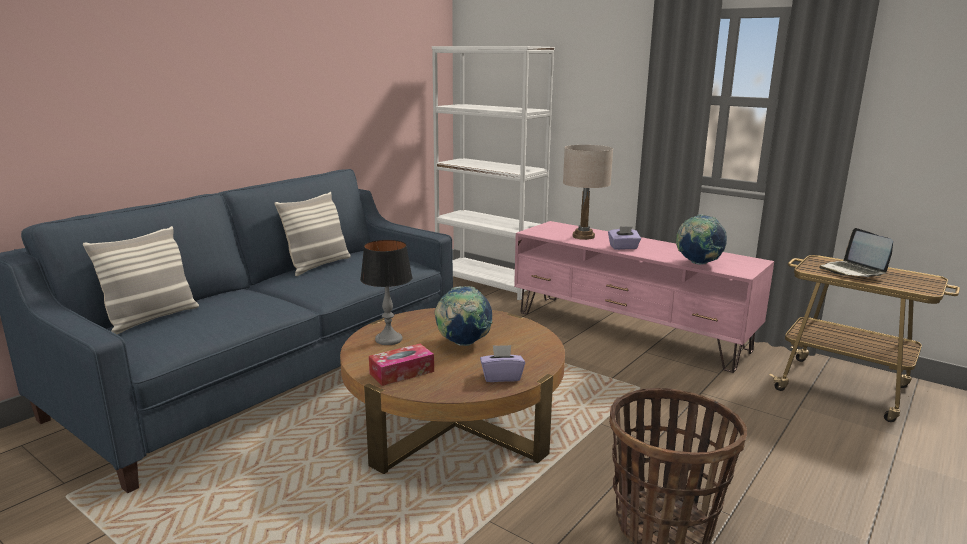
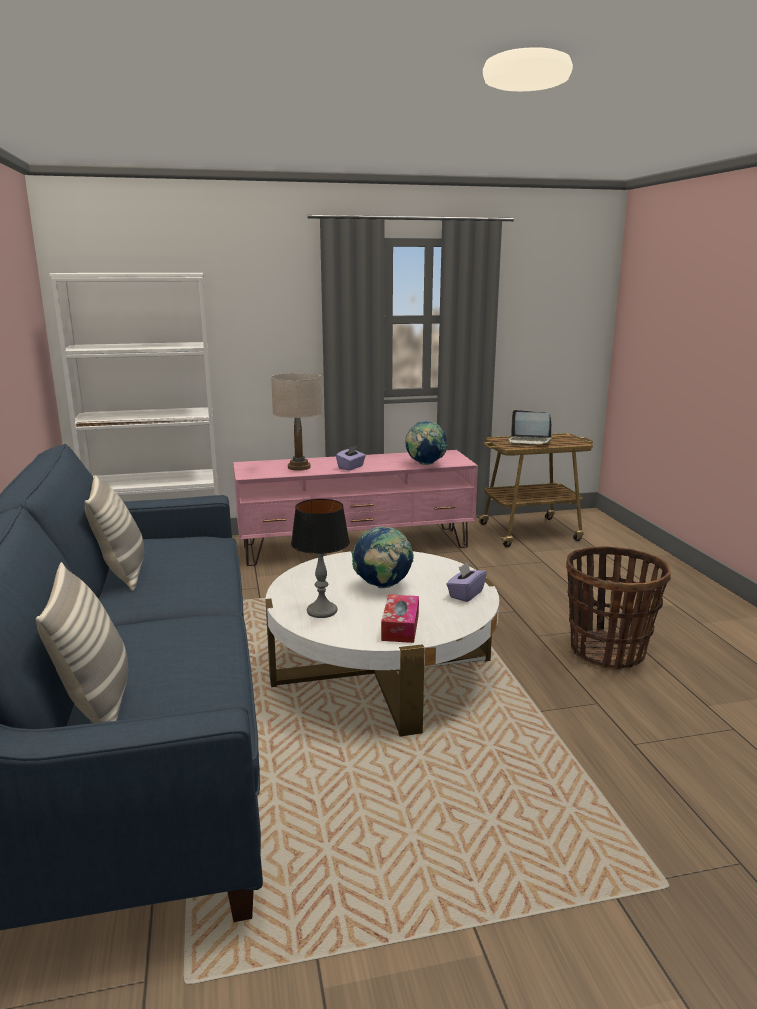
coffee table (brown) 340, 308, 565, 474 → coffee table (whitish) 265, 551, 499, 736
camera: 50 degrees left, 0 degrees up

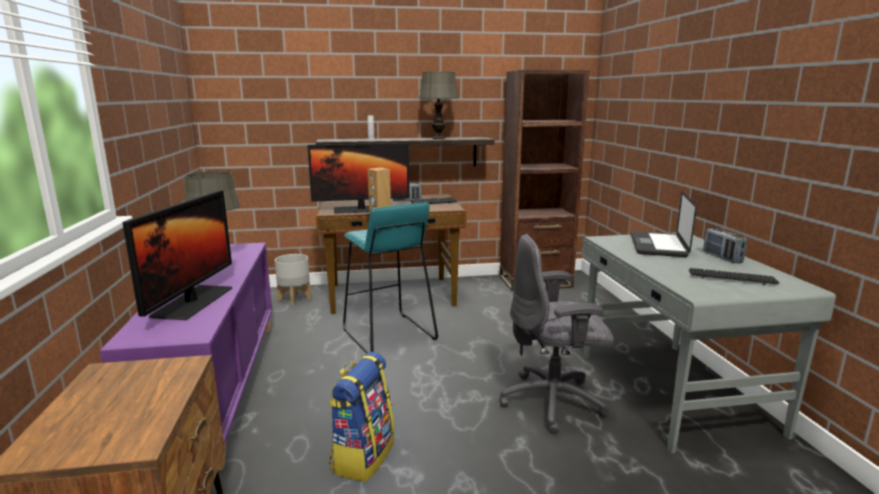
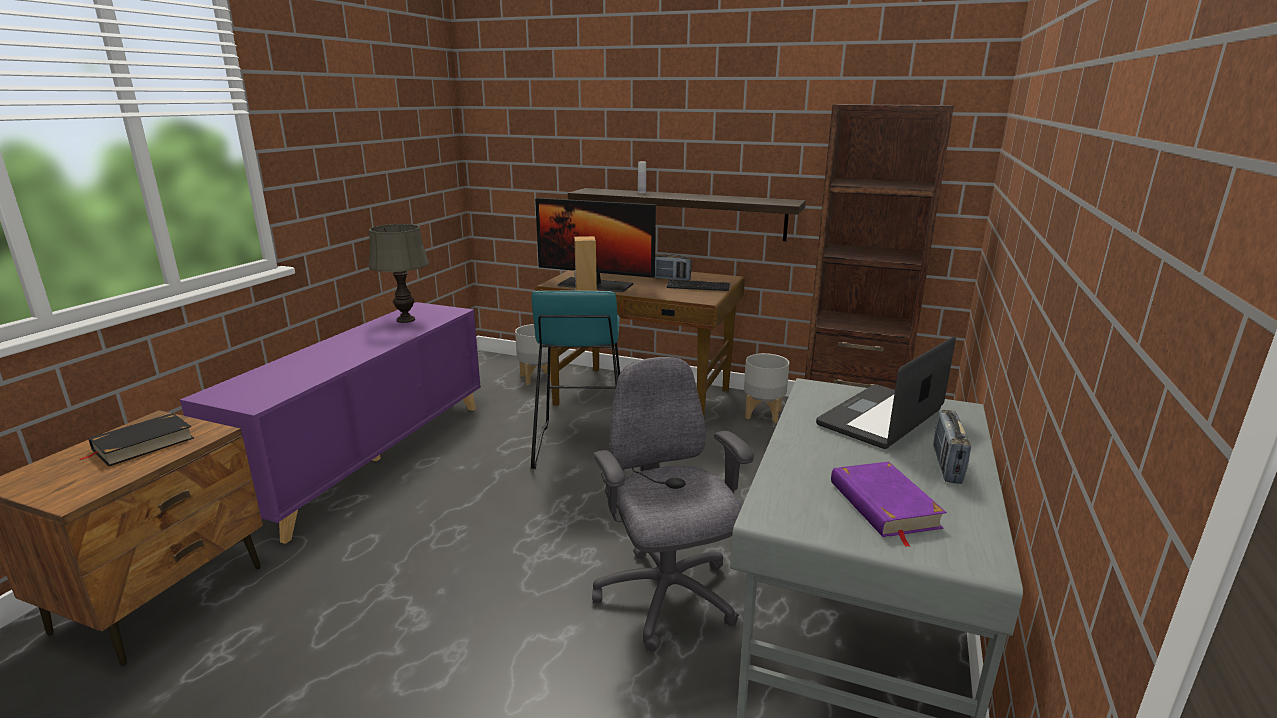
- → book (black) 80, 413, 194, 466
office chair (gray) 500, 234, 614, 434 → office chair (gray) 592, 357, 754, 651, 45 degrees clockwise
- → plant pot (gray) 744, 353, 789, 423
PC keyboard 689, 268, 779, 285 → book (purple-coloured) 831, 462, 947, 547
monitor 123, 190, 232, 320 → -
knapsack 329, 352, 394, 482 → -
lamp for a table (gray) 419, 72, 458, 139 → -
camera: 30 degrees right, 5 degrees up

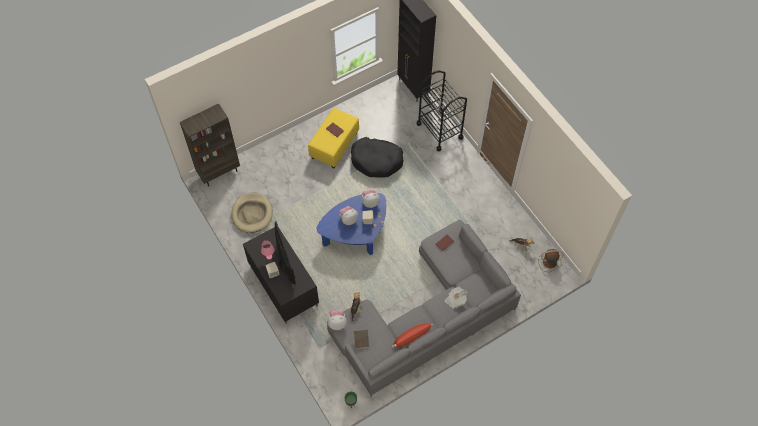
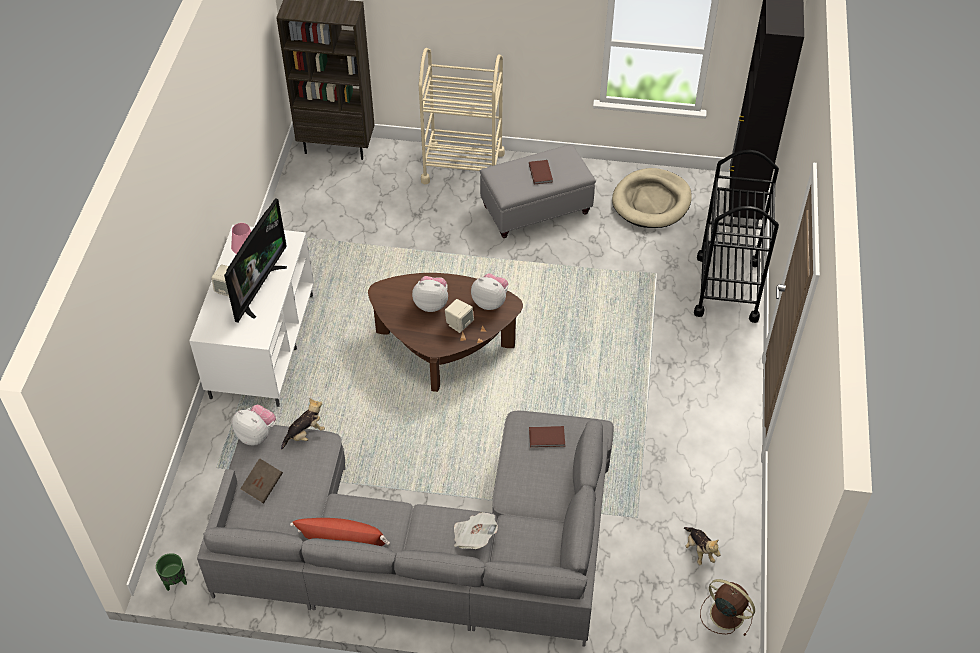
tv unit (black) 243, 227, 319, 324 → tv unit (whitish) 189, 225, 314, 407
coffee table (blue) 316, 193, 386, 255 → coffee table (brown) 368, 273, 523, 392
- → wheeled cart (sand-coloured) 419, 48, 505, 184
pouffe (yellow) 308, 108, 359, 169 → pouffe (gray) 480, 144, 596, 238
pet bed (sand-coloured) 231, 193, 273, 233 → pet bed (sand-coloured) 612, 168, 692, 228, move
pet bed (black) 351, 137, 404, 177 → -
camera: 40 degrees right, 10 degrees down

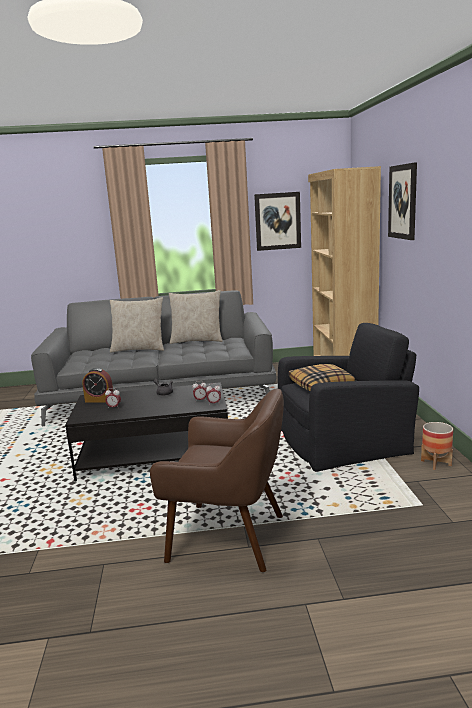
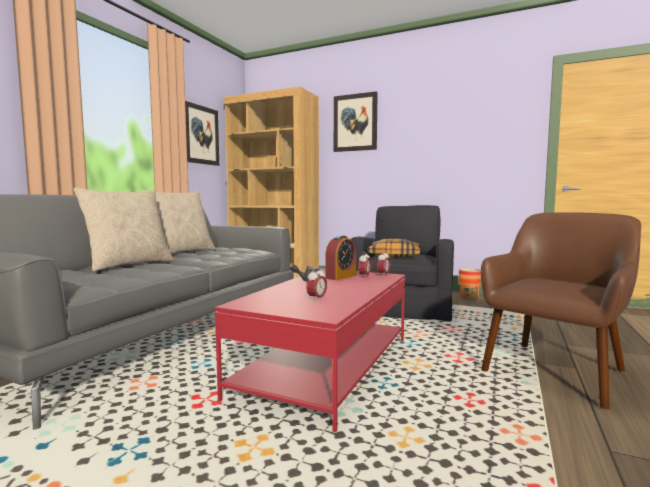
coffee table (black) 65, 382, 228, 481 → coffee table (reddish) 215, 268, 405, 432
bedside clock 82, 368, 113, 403 → bedside clock 325, 235, 356, 280, move
camera: 60 degrees left, 10 degrees down

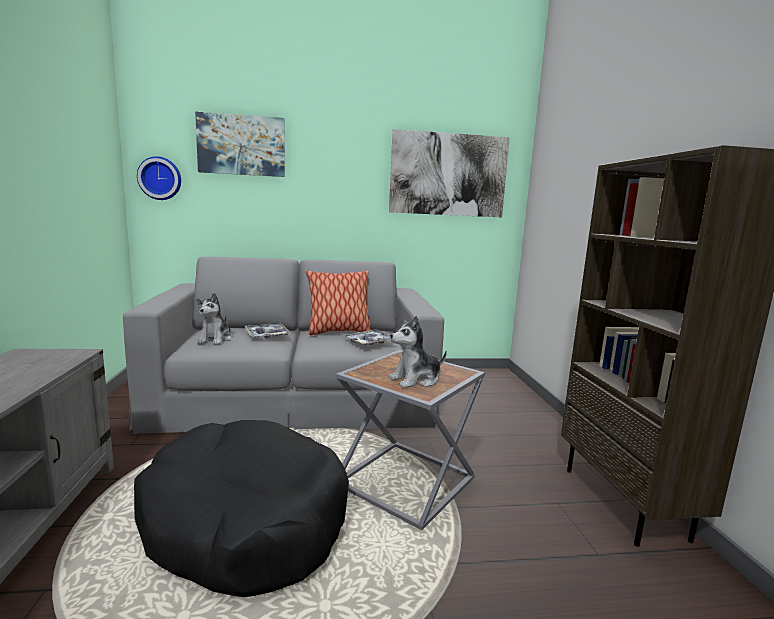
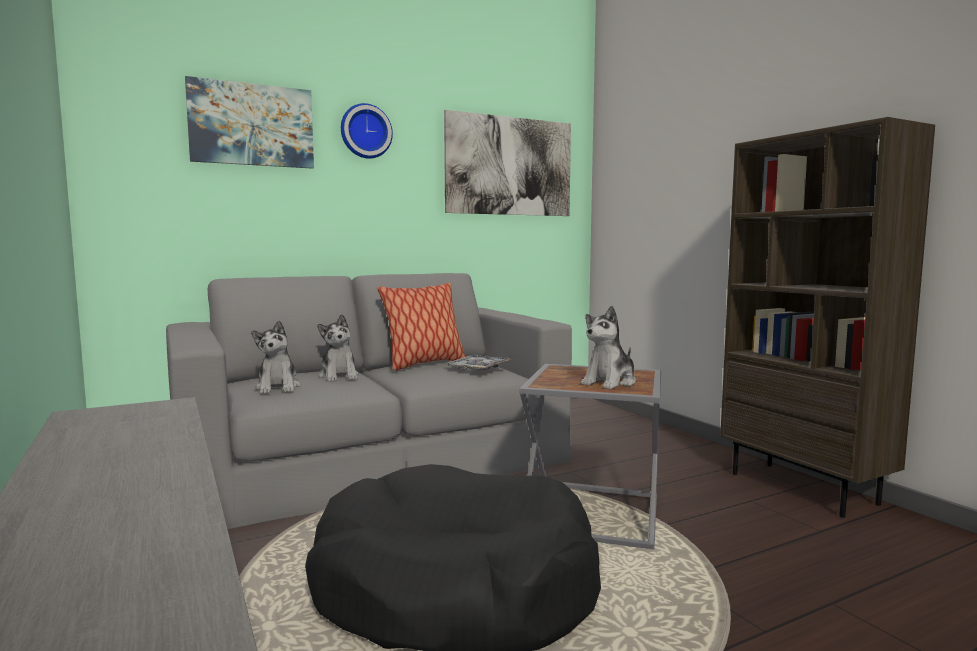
carrying tray 244, 323, 290, 339 → plush toy 317, 314, 359, 382
wall clock 137, 156, 181, 200 → wall clock 341, 103, 393, 159, move
camera: 20 degrees left, 5 degrees down

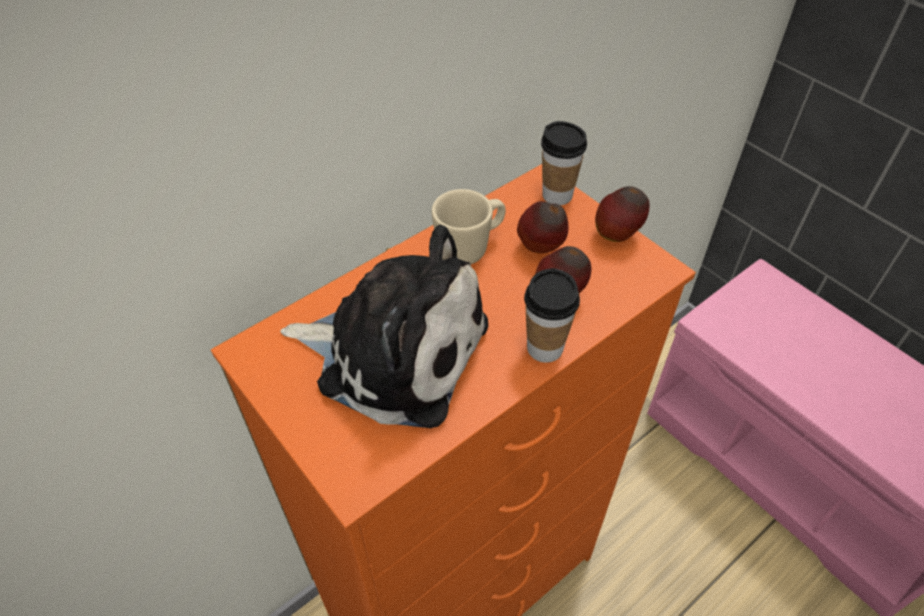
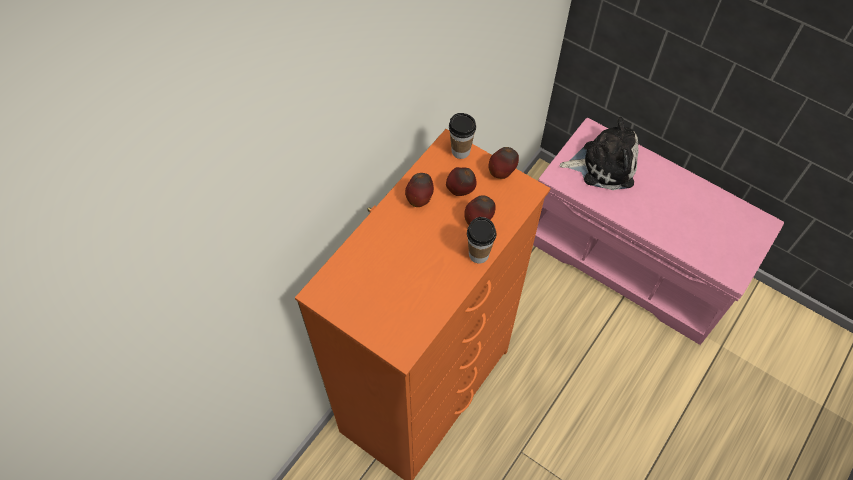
mug (sand-coloured) 431, 189, 506, 264 → apple fruit 405, 173, 434, 207
plush toy 280, 225, 488, 428 → plush toy 559, 117, 639, 190, move
camera: 15 degrees left, 10 degrees up

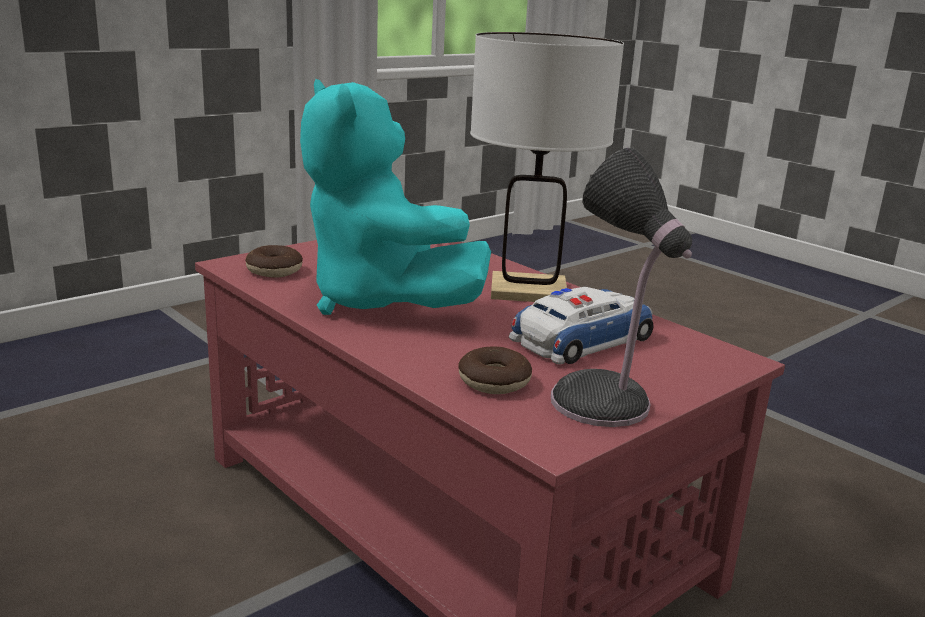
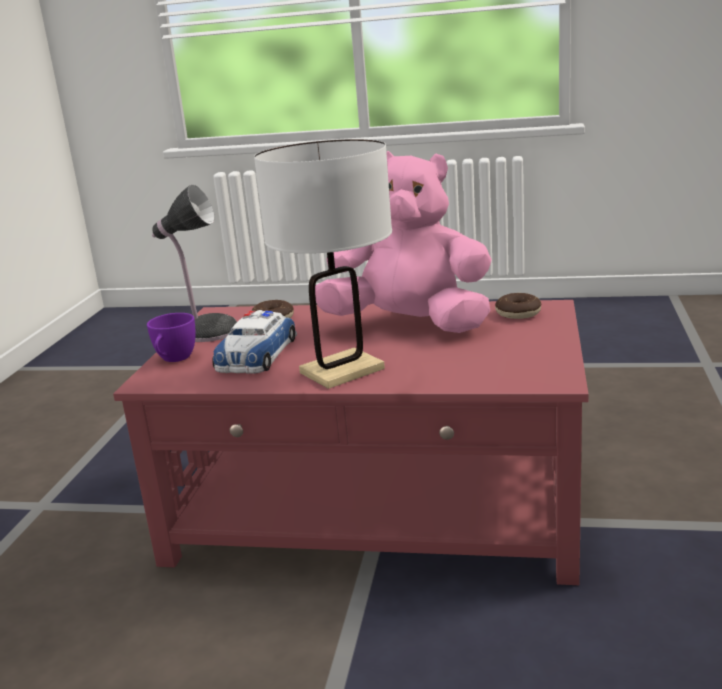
- → cup (purple-coloured) 147, 313, 196, 362
plush toy (turquoise-coloured) 300, 79, 491, 315 → plush toy (pinkish) 315, 151, 492, 333
camera: 145 degrees right, 0 degrees up

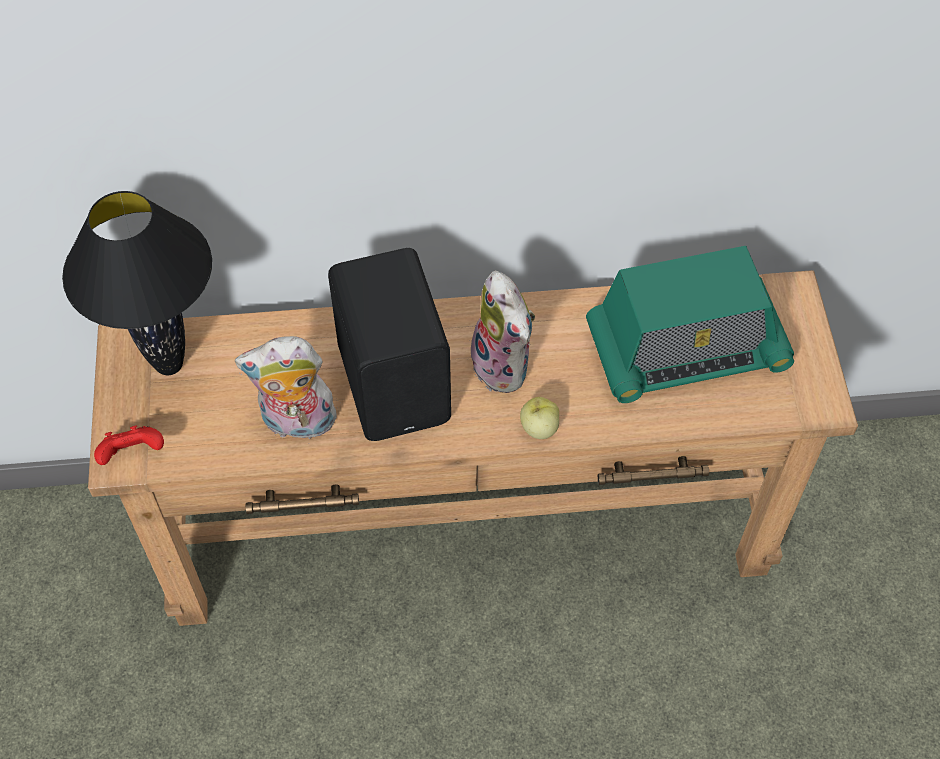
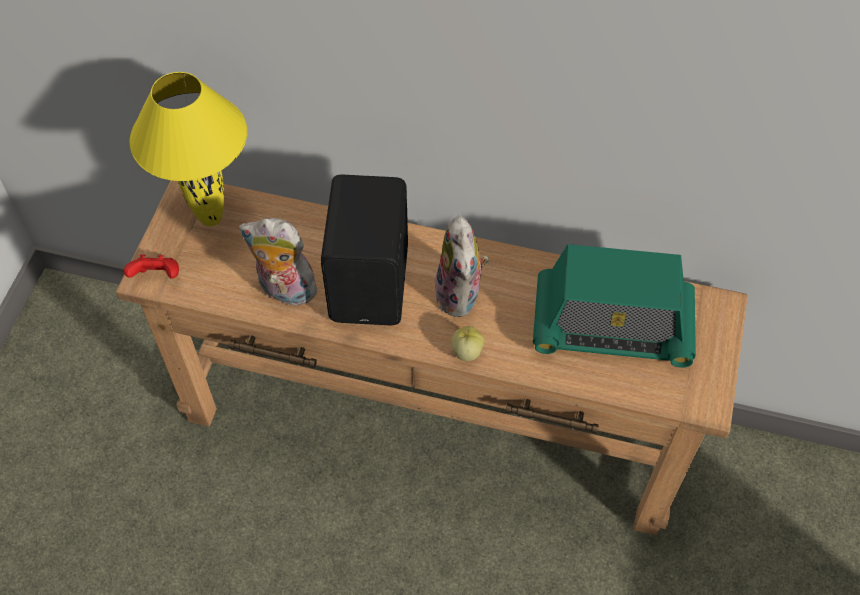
lamp for a table (black) 62, 191, 212, 375 → lamp for a table (yellow) 129, 72, 247, 226
camera: 20 degrees right, 0 degrees up

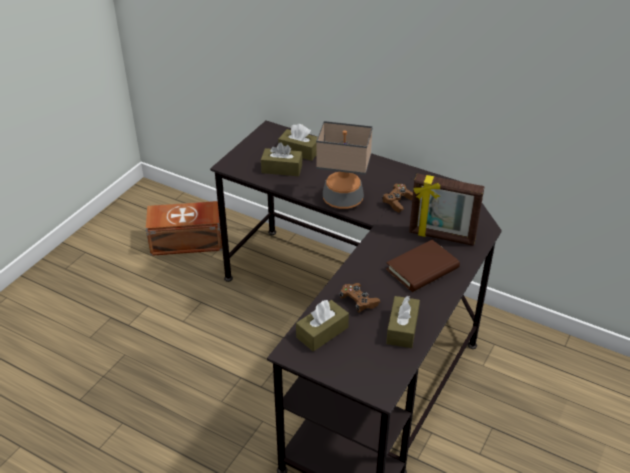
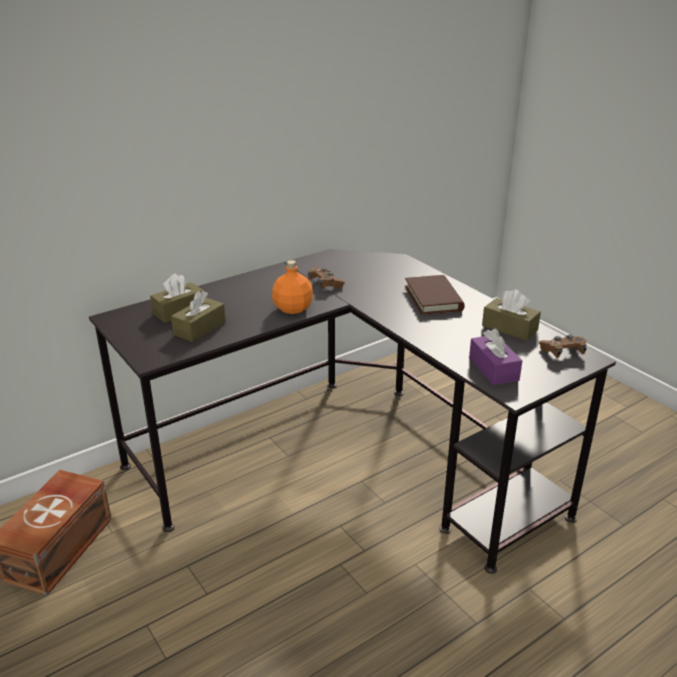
lamp for a table 316, 121, 373, 209 → beverage bottle (orange-coloured) 272, 260, 313, 314
tissue holder (brown) 296, 300, 349, 352 → tissue holder (purple-coloured) 469, 329, 522, 385
game controller (brown) 339, 283, 380, 313 → game controller (brown) 539, 334, 587, 358, move
standing frame 409, 173, 484, 246 → -
camera: 65 degrees left, 10 degrees down

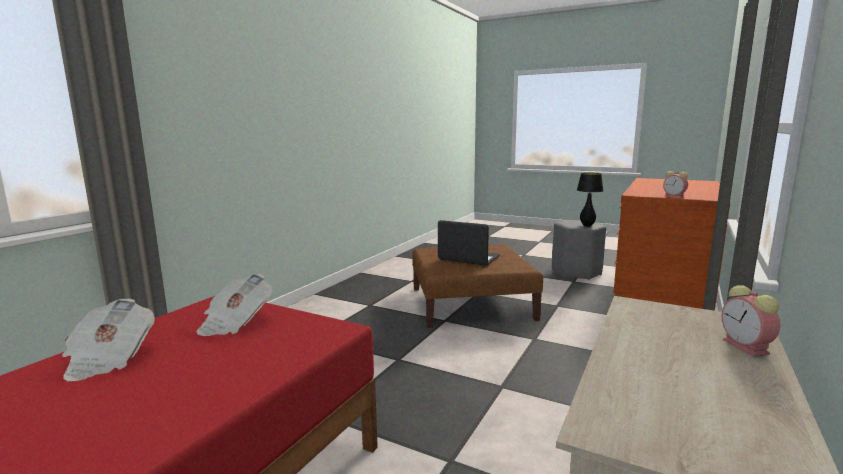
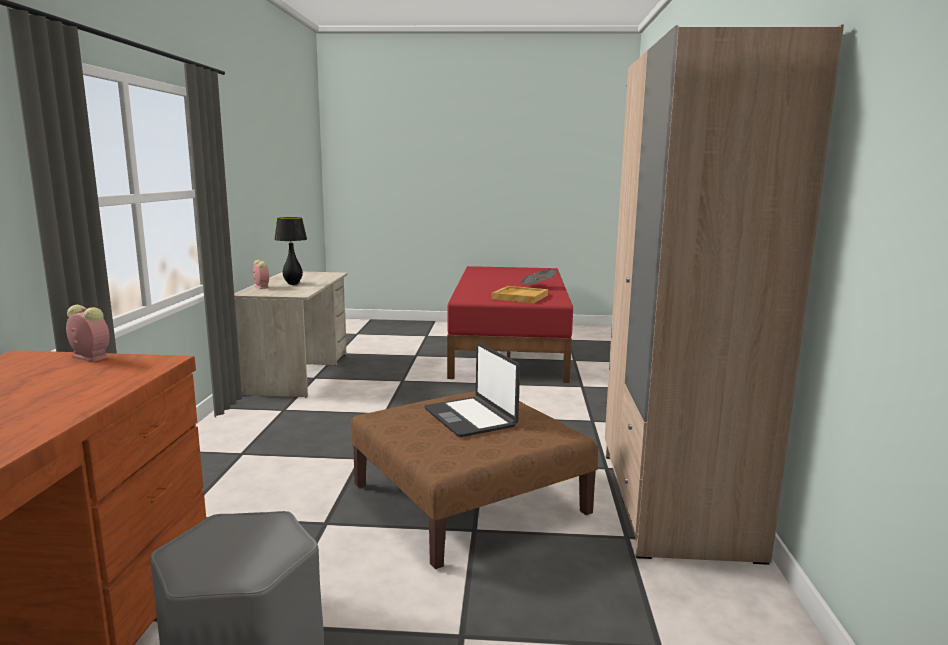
lamp for a table (black) 577, 173, 603, 227 → lamp for a table (black) 274, 217, 307, 285, move
portable computer 438, 220, 500, 266 → portable computer 424, 343, 520, 437, 60 degrees clockwise
daily paper 197, 274, 272, 336 → carrying tray (sand-coloured) 491, 286, 548, 303
- → wardrobe (sand-coloured) 605, 24, 844, 565
camera: 155 degrees right, 0 degrees up

